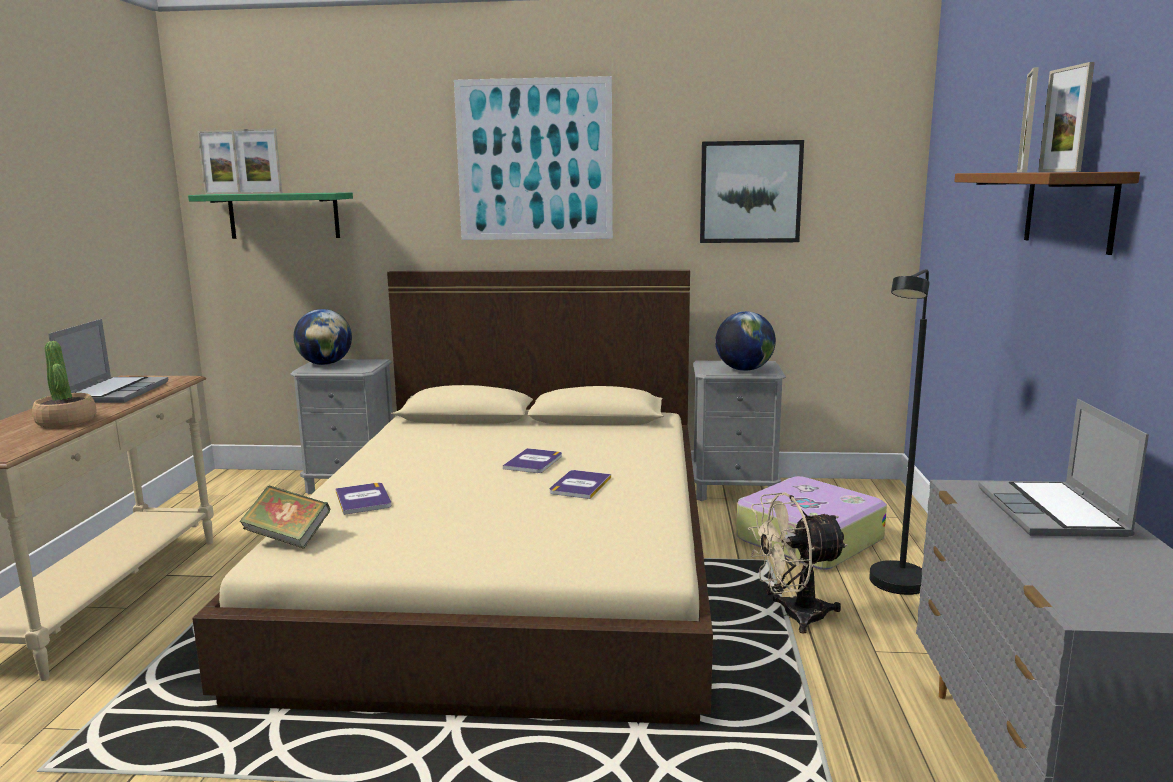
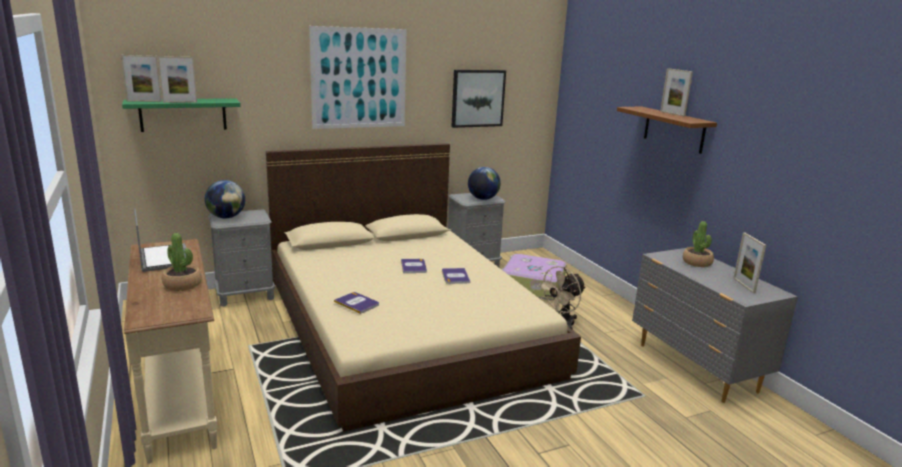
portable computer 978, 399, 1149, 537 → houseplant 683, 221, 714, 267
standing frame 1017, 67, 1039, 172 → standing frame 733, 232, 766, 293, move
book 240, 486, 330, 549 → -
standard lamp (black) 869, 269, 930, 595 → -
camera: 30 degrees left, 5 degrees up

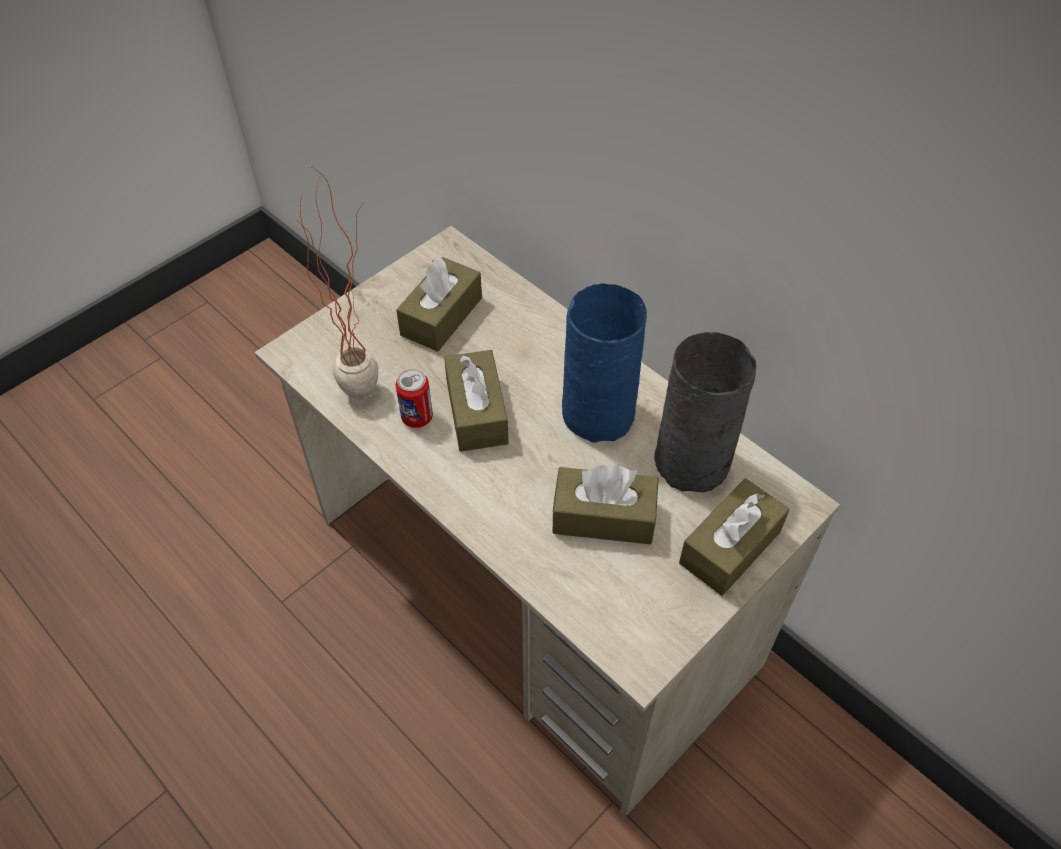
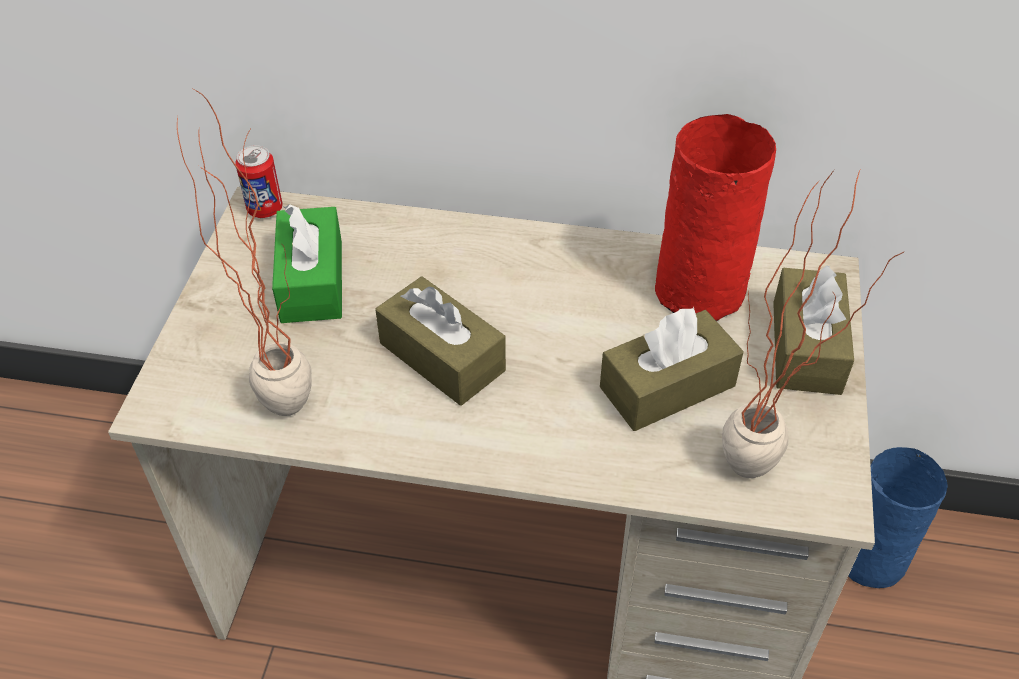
metal can 396, 369, 433, 428 → metal can 235, 145, 283, 218, move
tissue holder (brown) 396, 257, 482, 352 → tissue holder (green) 272, 204, 342, 323
decorative vase (gray) 654, 332, 757, 492 → decorative vase (reddish) 655, 114, 776, 321
- → houseplant 722, 168, 904, 478
decorative vase (blue) 562, 283, 647, 443 → decorative vase (blue) 848, 447, 948, 588, move
camera: 35 degrees left, 5 degrees down

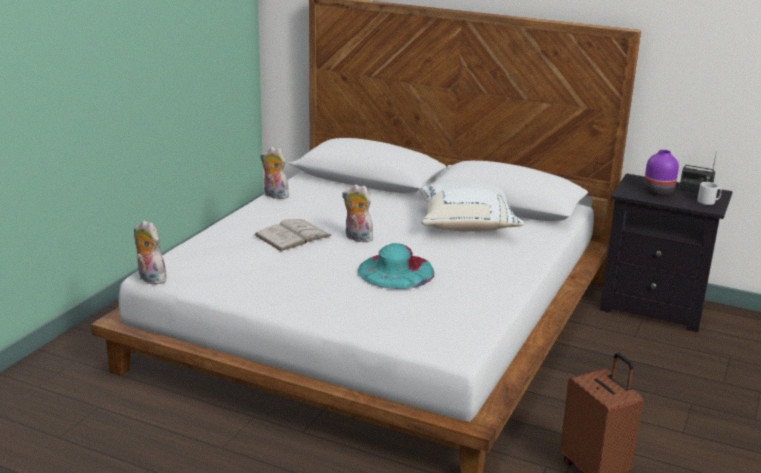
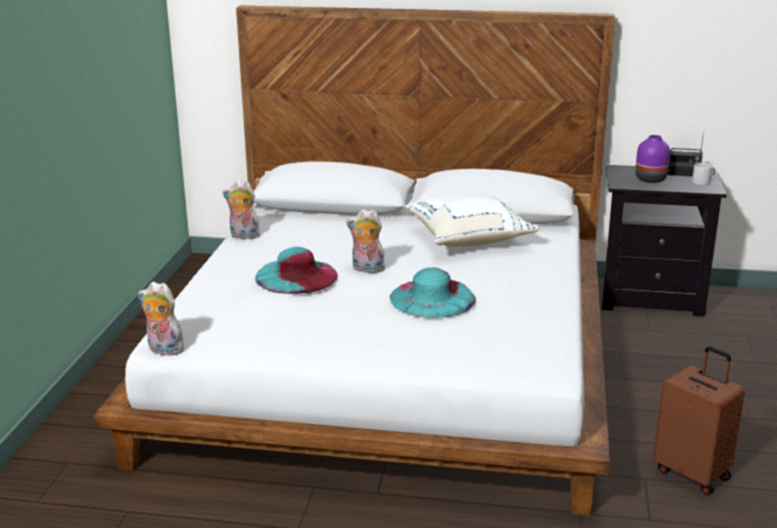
book (whitish) 254, 219, 332, 251 → clothing hat (turquoise-coloured) 255, 247, 338, 294
camera: 15 degrees left, 0 degrees up

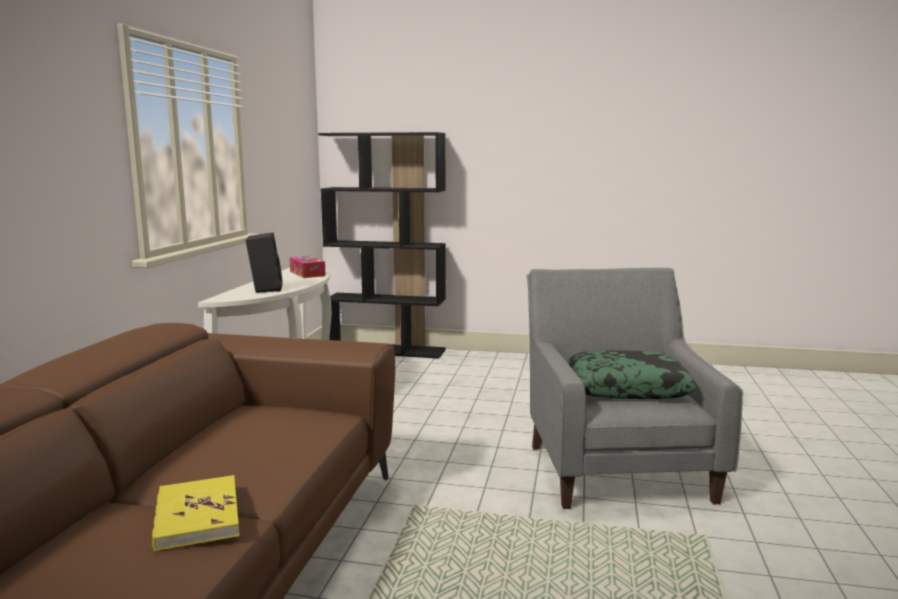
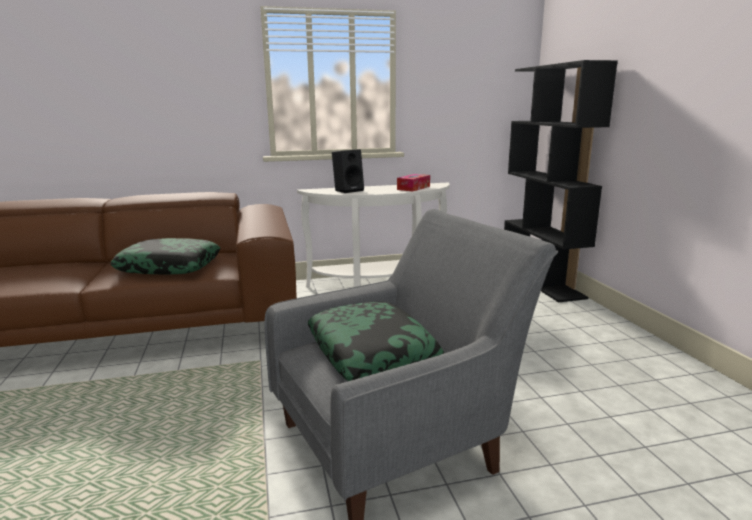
- → cushion 110, 238, 220, 275
book (yellow) 152, 475, 240, 551 → -
camera: 65 degrees right, 5 degrees up

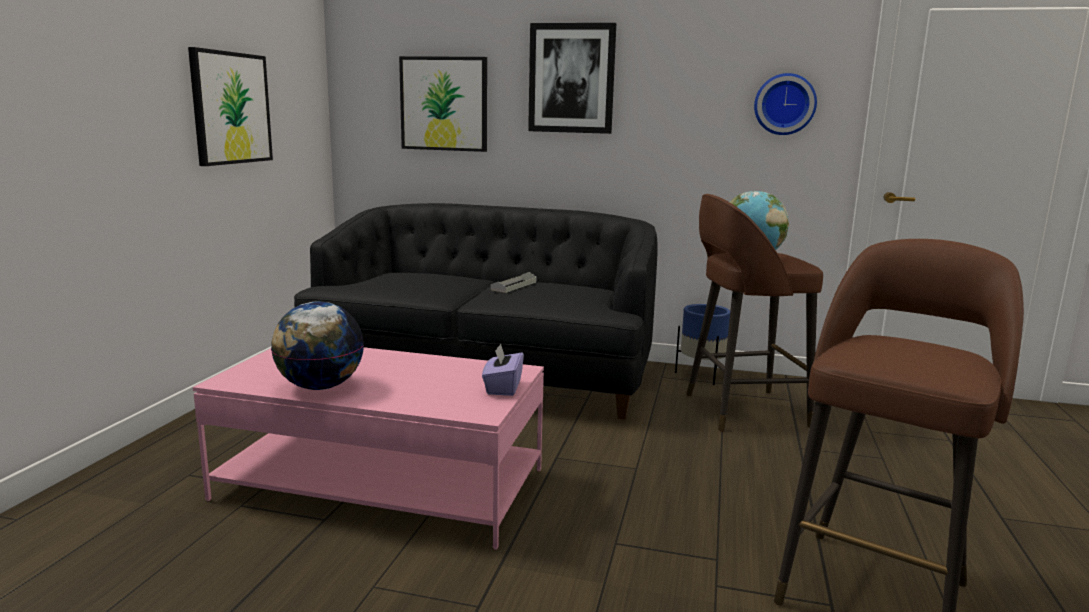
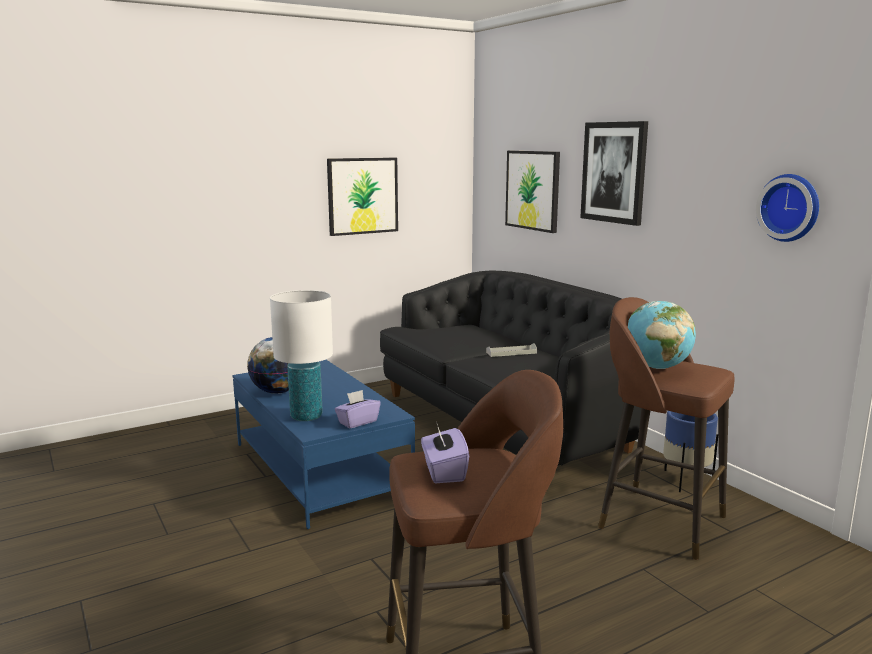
coffee table (pinkish) 193, 347, 544, 550 → coffee table (blue) 232, 360, 415, 529
- → lamp for a table (whitish) 270, 290, 333, 421
- → tissue holder (purple-coloured) 421, 424, 469, 483
camera: 45 degrees right, 0 degrees up

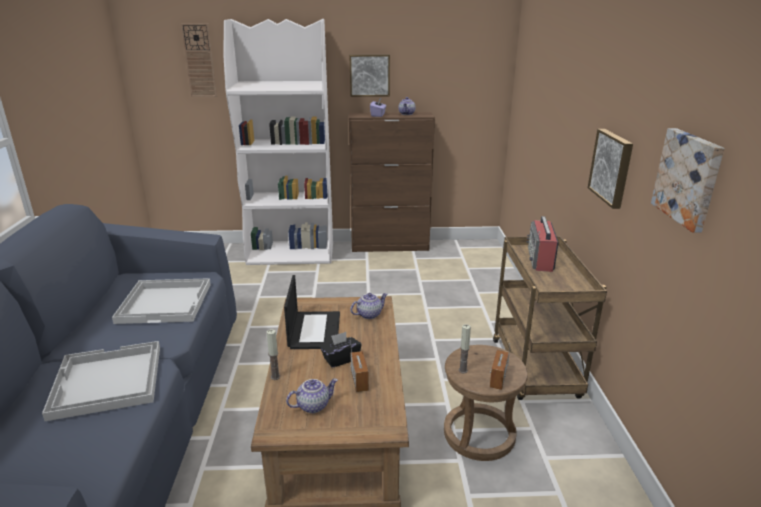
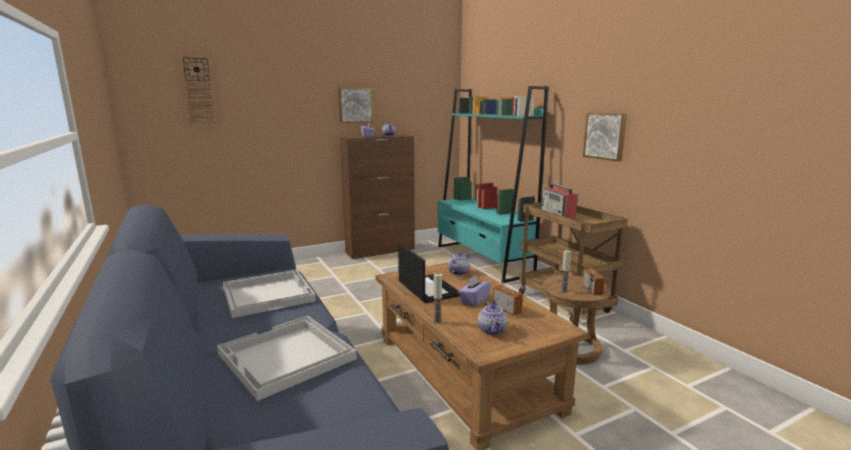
- → bookcase (turquoise-coloured) 438, 86, 549, 283
tissue holder (black) 320, 332, 362, 368 → tissue holder (purple-coloured) 458, 275, 491, 307
tea pot 286, 378, 338, 413 → tea pot 478, 301, 507, 335, 135 degrees clockwise
bookcase (whitish) 223, 19, 333, 265 → -
wall art 651, 128, 724, 233 → -
camera: 25 degrees left, 10 degrees down

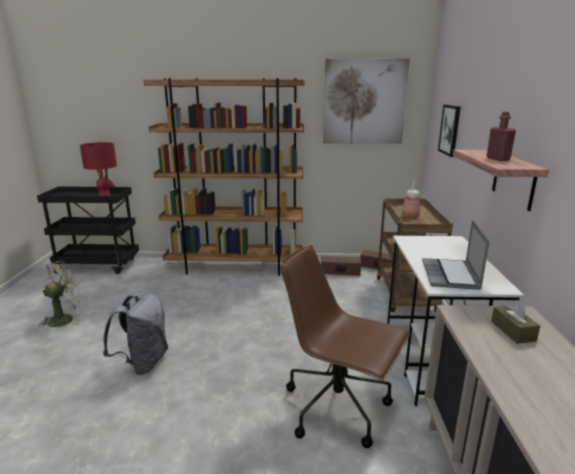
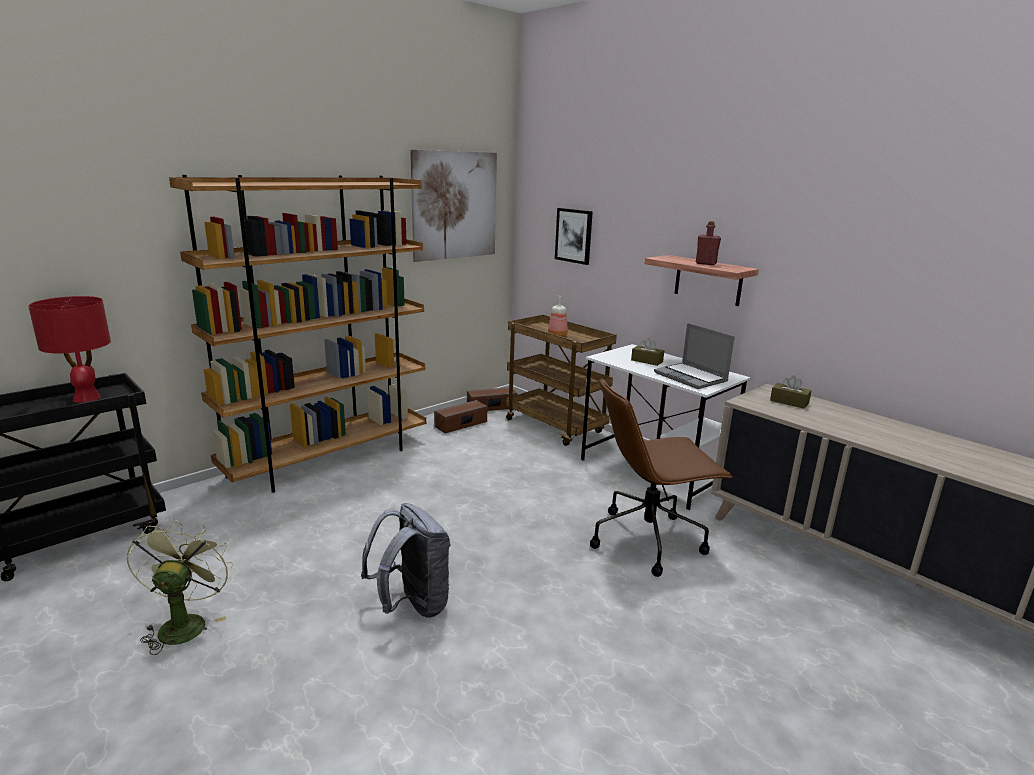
- → tissue holder (brown) 631, 338, 664, 366
camera: 45 degrees left, 0 degrees up

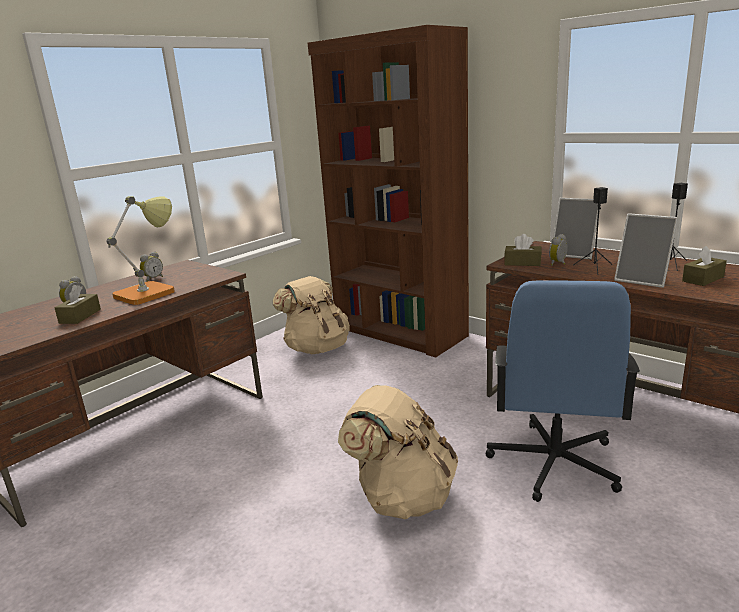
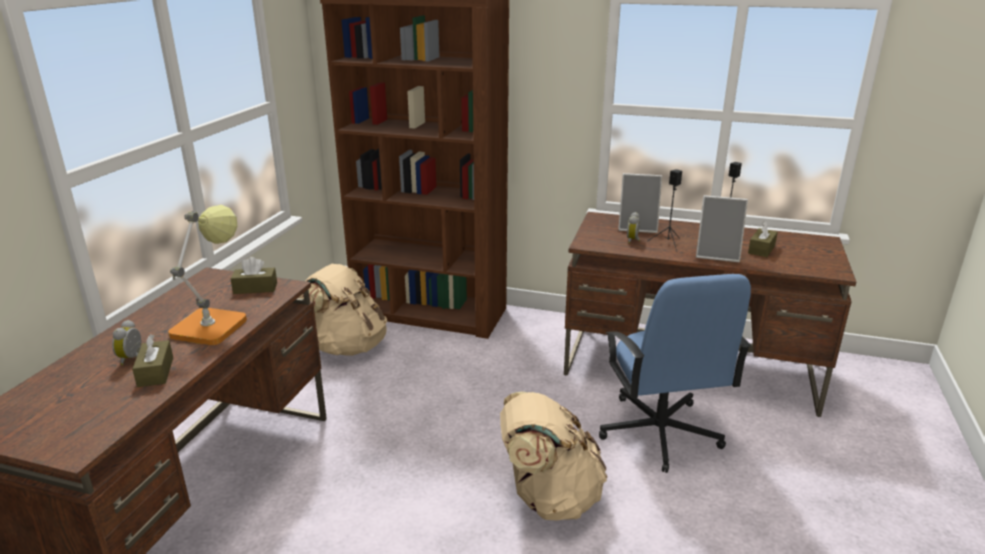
tissue holder (brown) 504, 234, 542, 266 → tissue holder (brown) 230, 257, 277, 294, move
bedside clock 140, 252, 163, 282 → -
camera: 25 degrees left, 5 degrees up

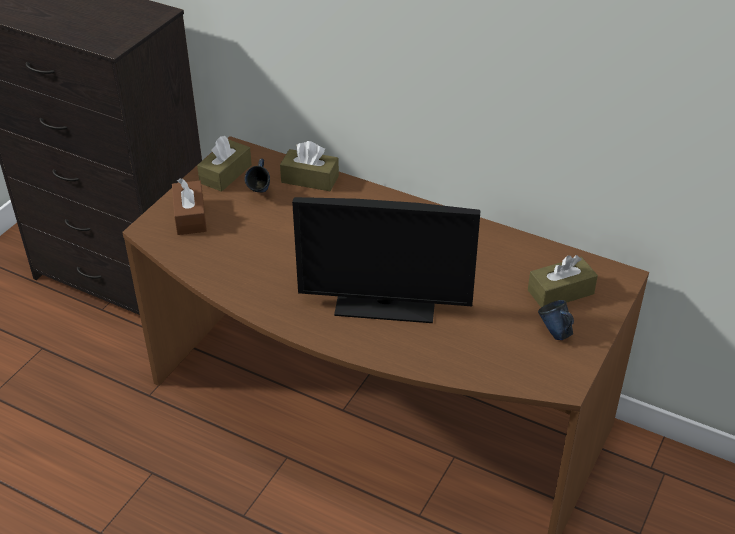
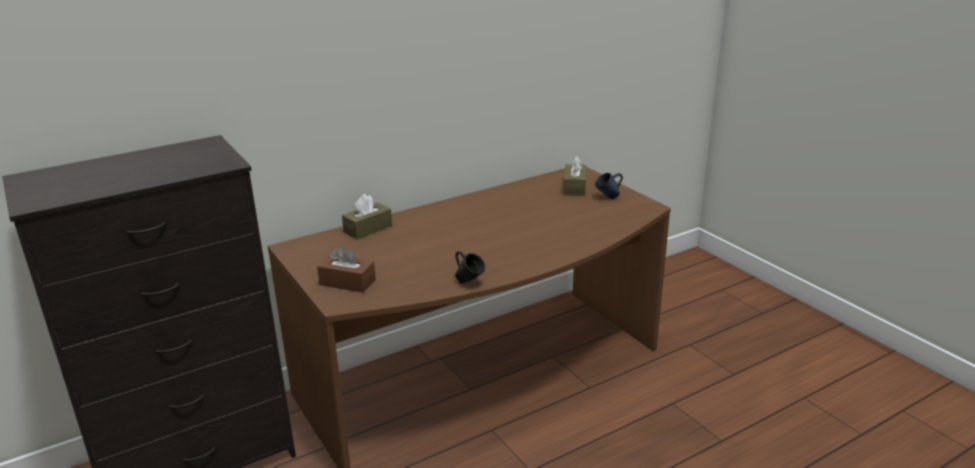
mug (blue) 245, 158, 270, 192 → mug (blue) 455, 251, 485, 284, move
tissue holder (brown) 197, 136, 252, 192 → -
monitor 292, 197, 480, 323 → -
camera: 60 degrees left, 15 degrees down

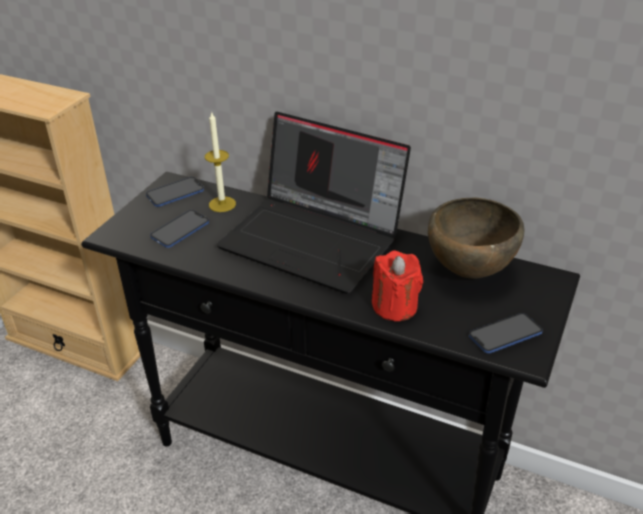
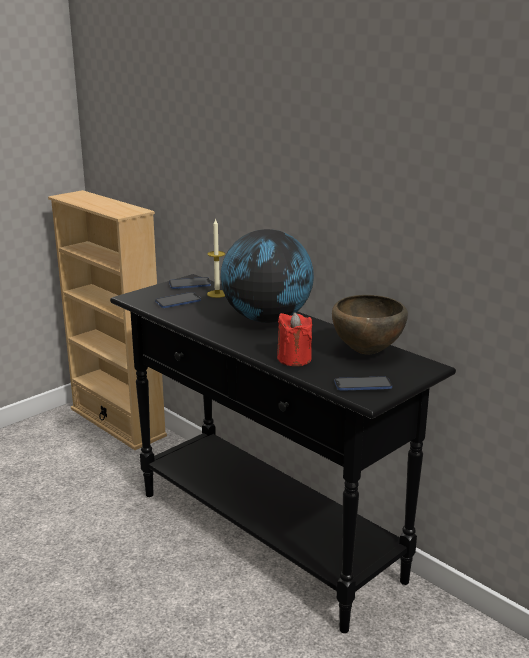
portable computer 216, 112, 411, 294 → globe 221, 229, 314, 323
camera: 20 degrees right, 15 degrees down

